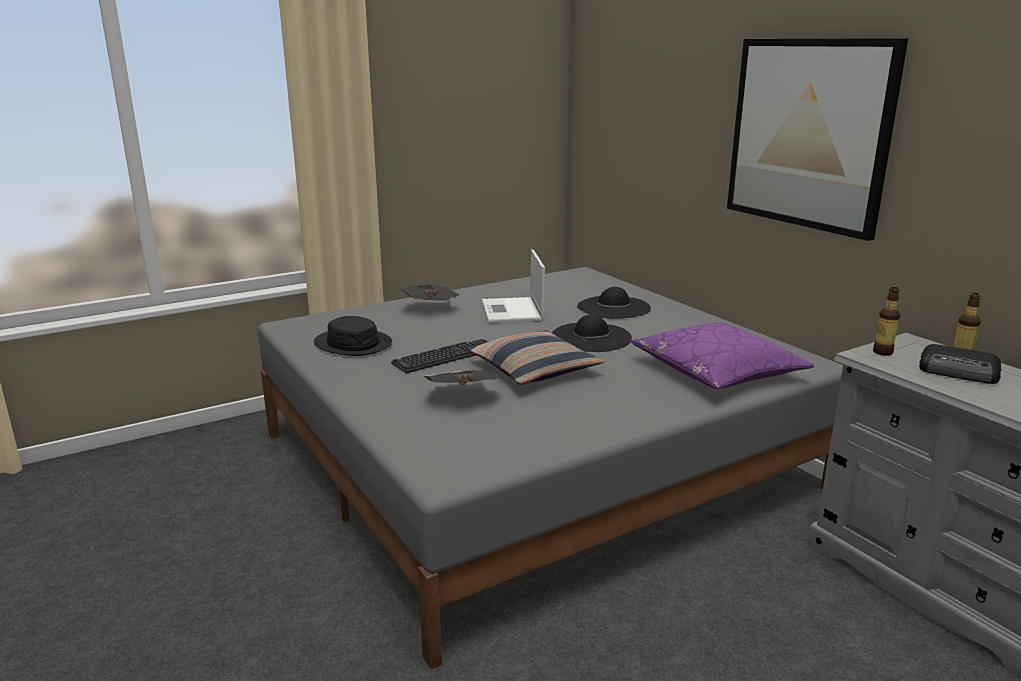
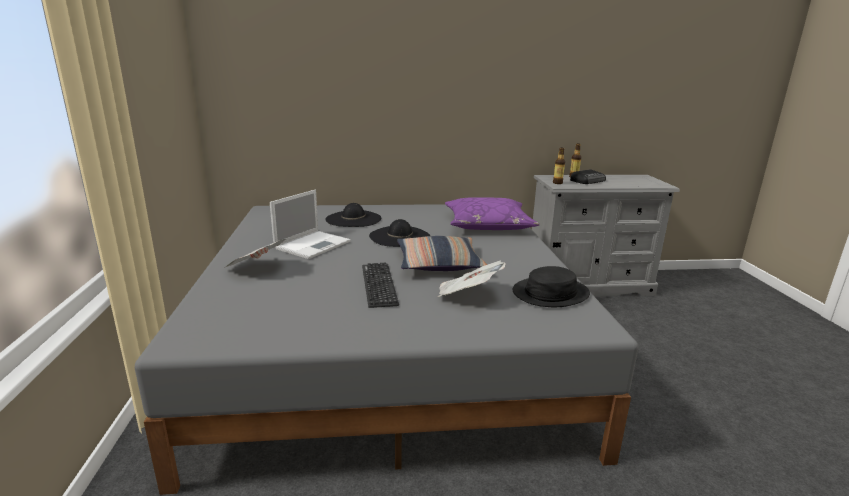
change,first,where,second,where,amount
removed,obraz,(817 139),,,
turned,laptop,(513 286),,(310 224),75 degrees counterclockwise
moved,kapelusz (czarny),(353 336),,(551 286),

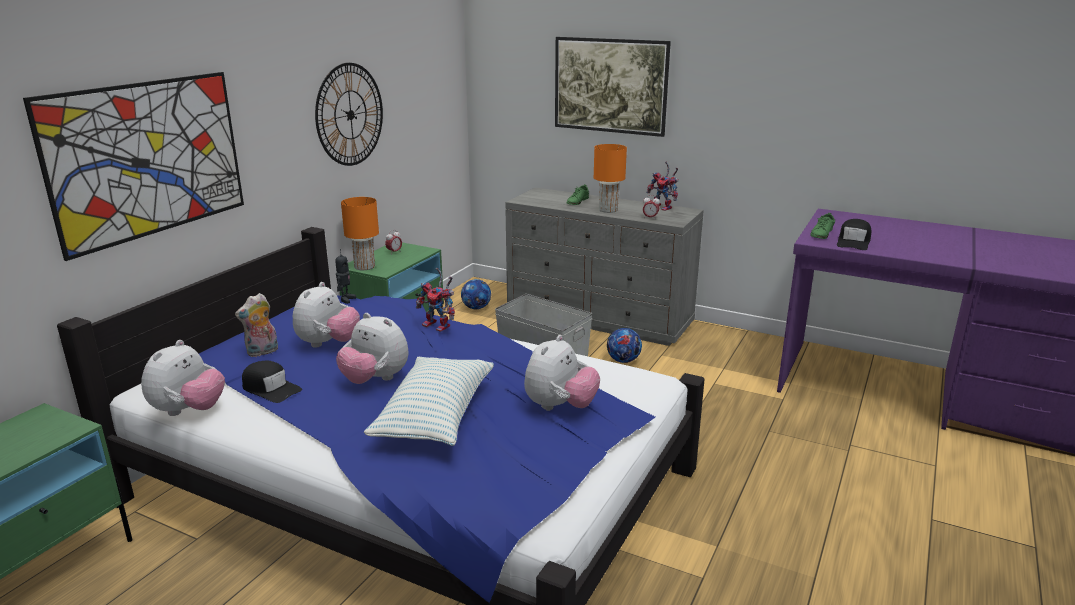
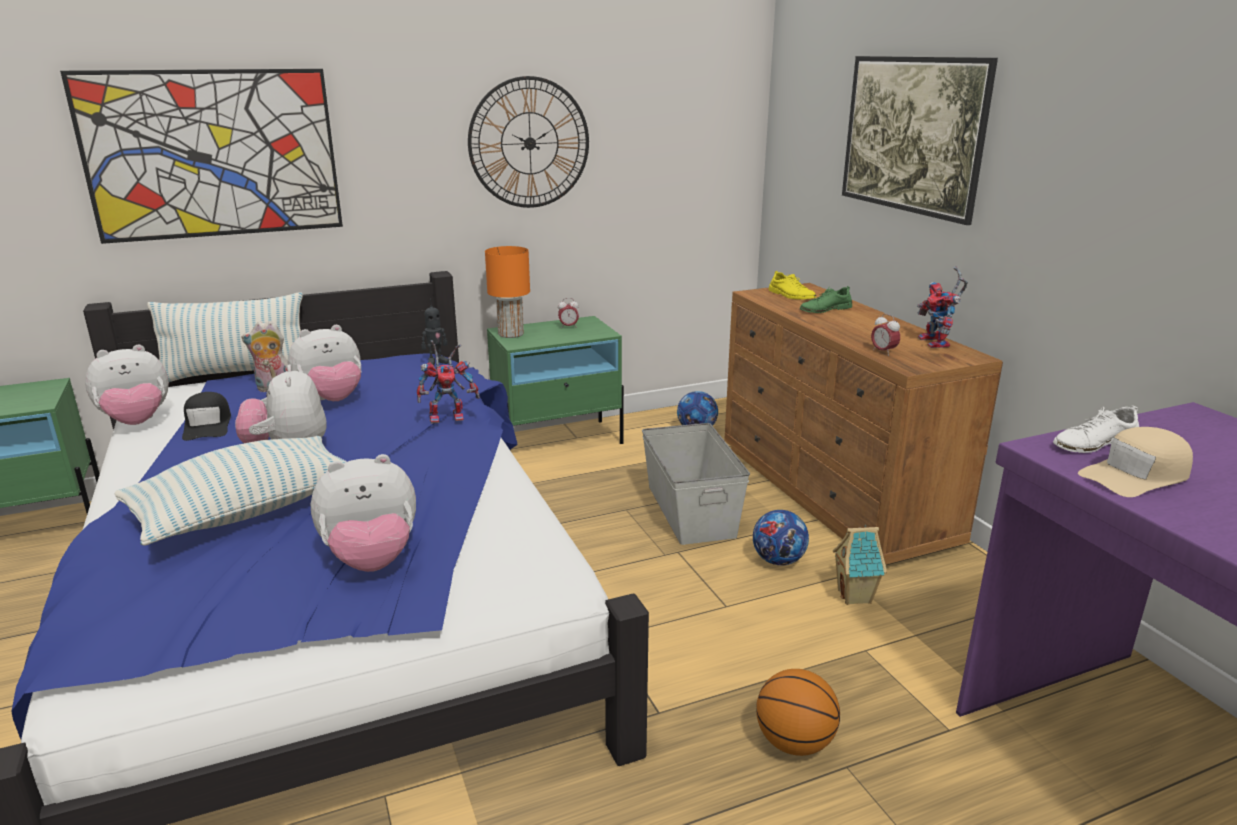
change,first,where,second,where,amount
removed,lampa stołowa (pomarańczowy),(610 178),,,
recoloured,komoda (szary),(604 267),komoda (brązowy),(863 424),
recoloured,but (zielony),(822 226),but (biały),(1096 429),
recoloured,czapka z daszkiem (czarny),(854 234),czapka z daszkiem (beżowy),(1135 462),
turned,robot zabawkowy,(435 299),,(448 382),90 degrees counterclockwise
added,,,but (żółty),(792 285),
added,,,poduszka,(225 337),
added,,,domek,(860 564),
added,,,piłka do koszykówki,(798 712),

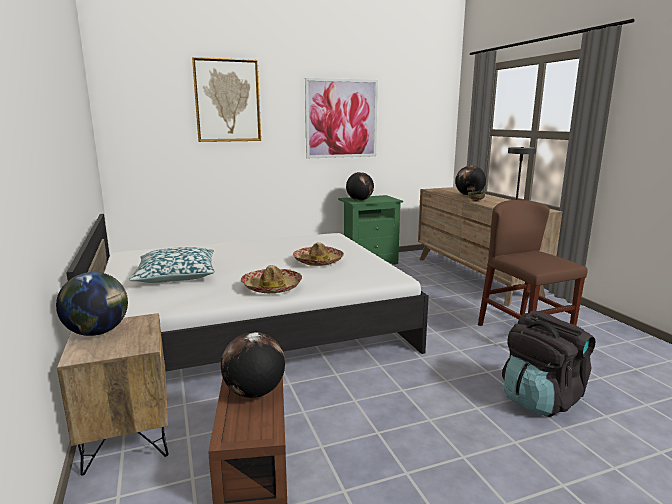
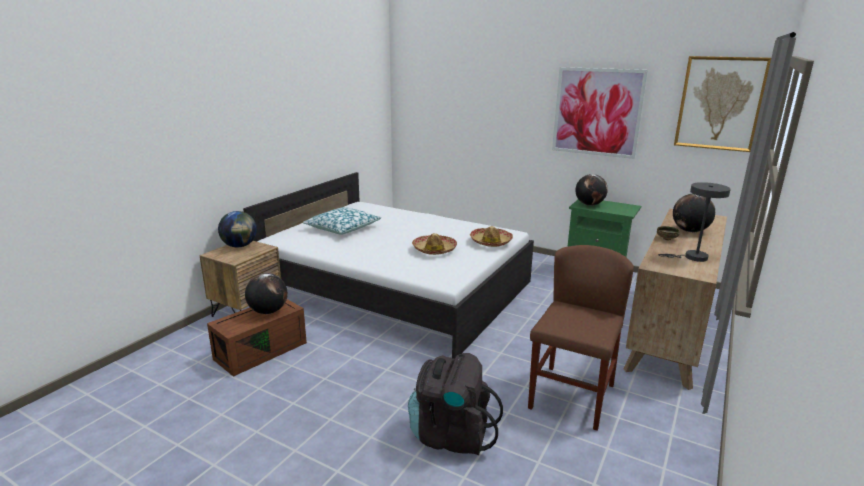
change,first,where,second,where,amount
moved,obraz,(226 99),,(722 104),
moved,kapelusz,(271 279),,(491 236),

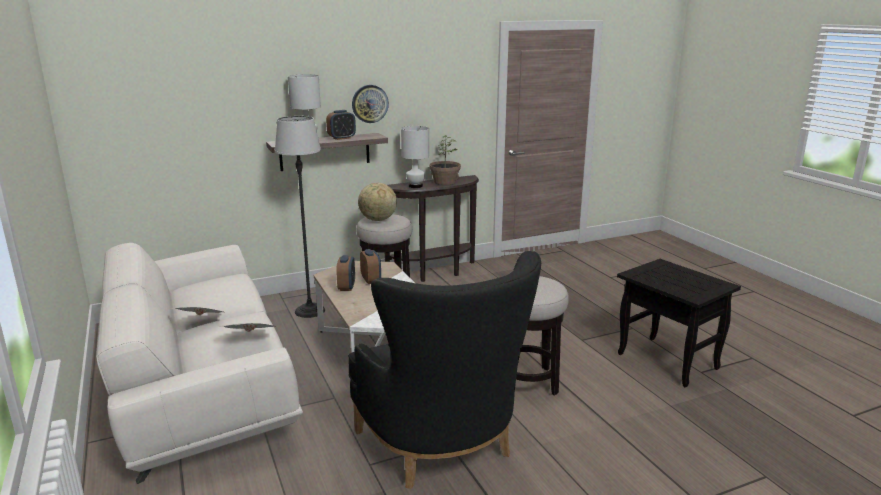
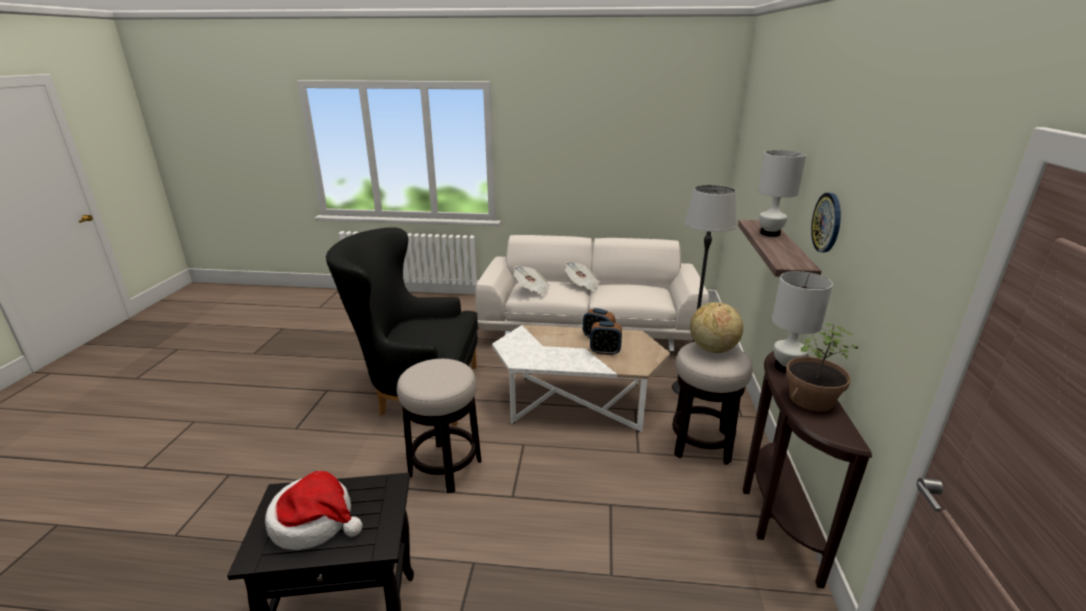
change,first,where,second,where,amount
removed,budzik,(341 125),,,
added,,,kapelusz,(314 510),

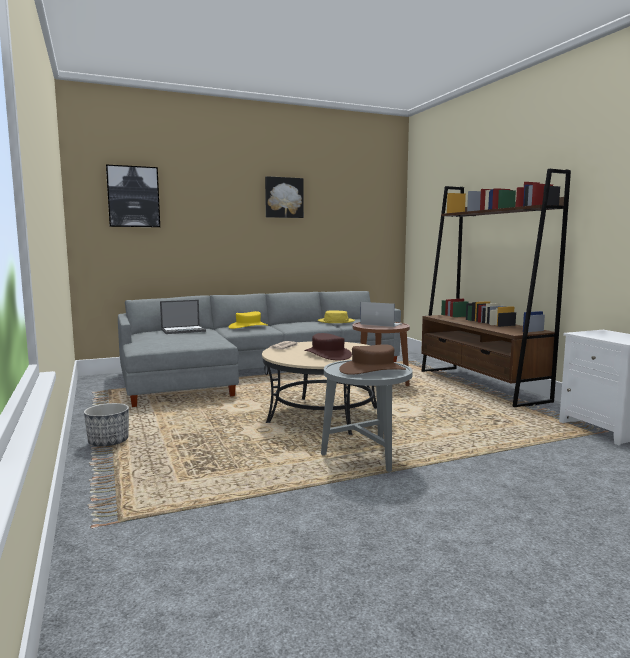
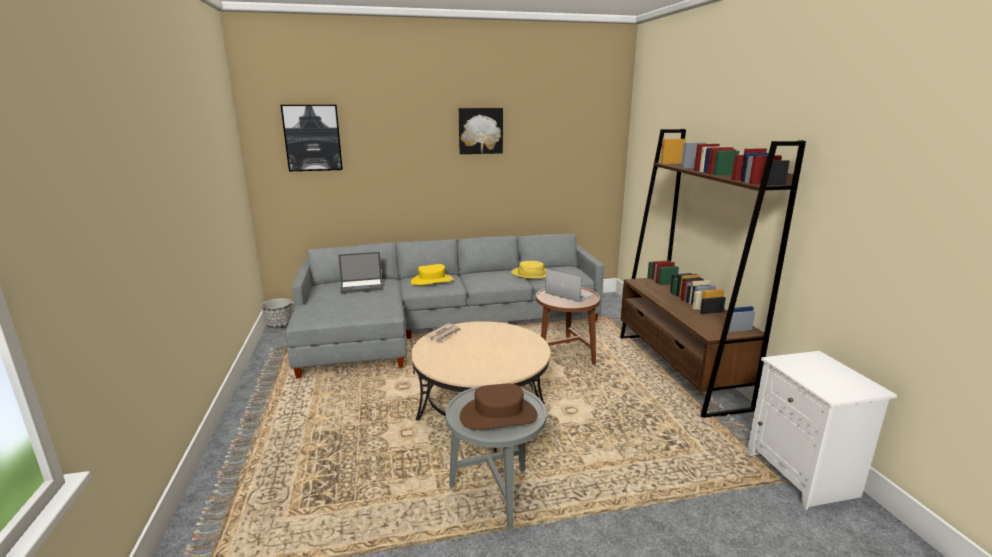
change,first,where,second,where,amount
removed,kapelusz (brązowy),(328 346),,,
moved,donica,(106 425),,(276 313),

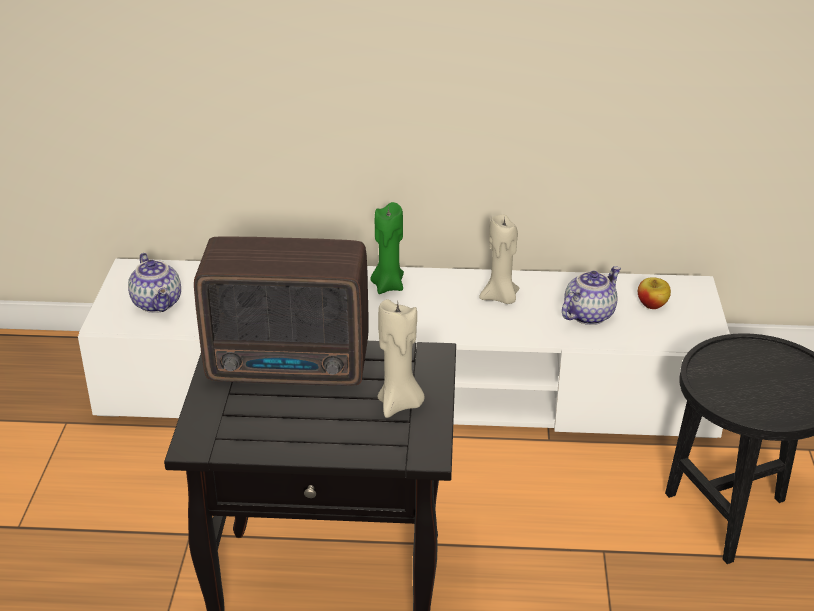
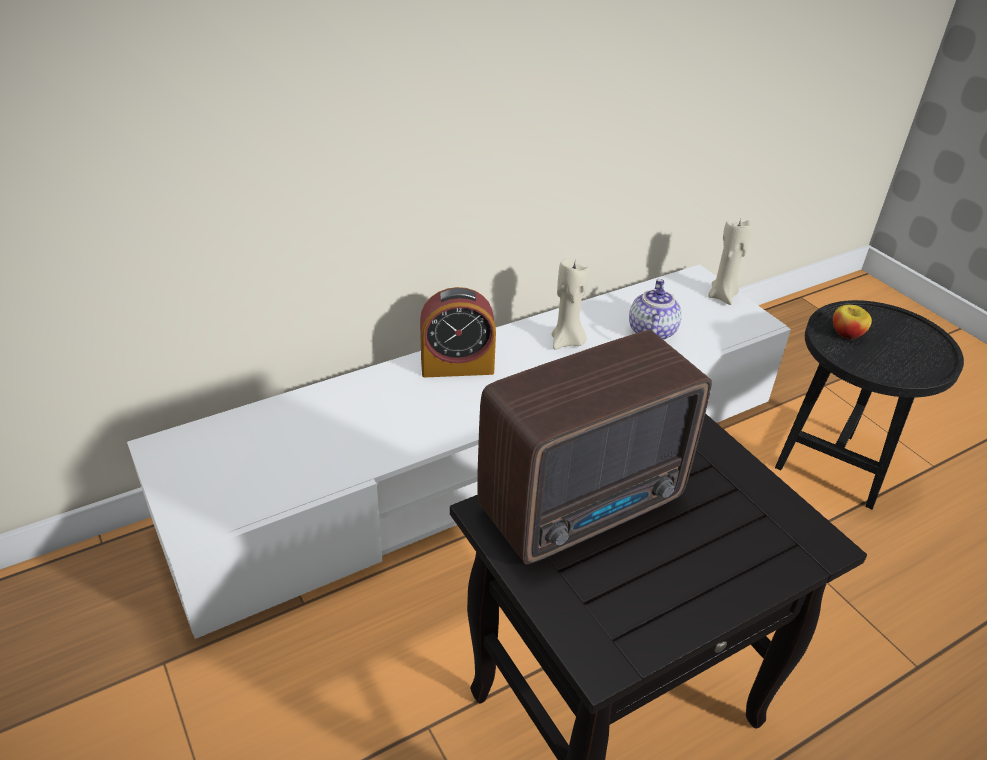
change,first,where,second,where,amount
replaced,świeca (zielony),(387 248),budzik,(458 332),
removed,imbryk,(154 283),,,
moved,jabłko,(654 293),,(852 322),
moved,świeca (beżowy),(401 358),,(730 262),

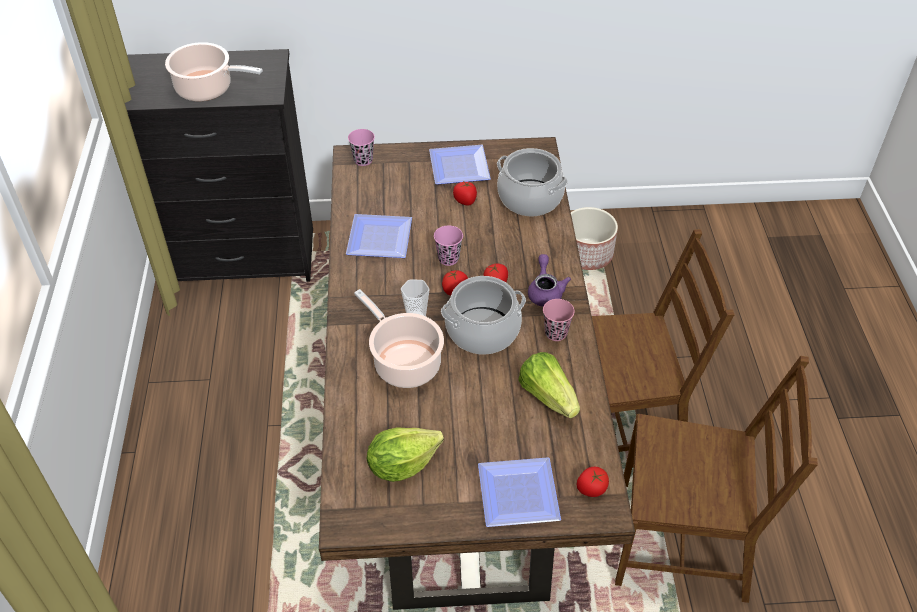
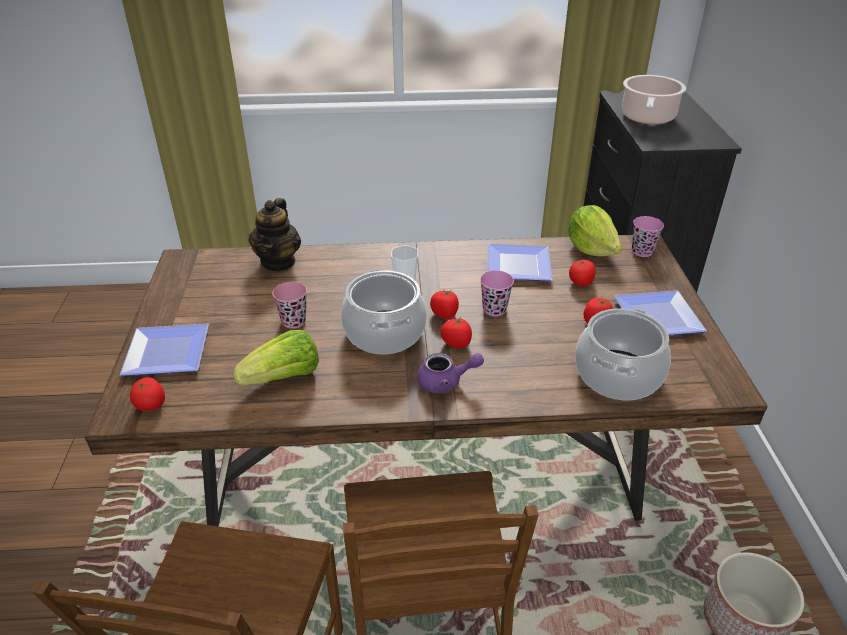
change,first,where,second,where,amount
removed,garnek,(399 338),,,
moved,filiżanka (różowy),(559 320),,(289 305),
moved,sałata,(405 454),,(595 230),
added,,,imbryk,(275 234),
added,,,pomidor,(582 272),

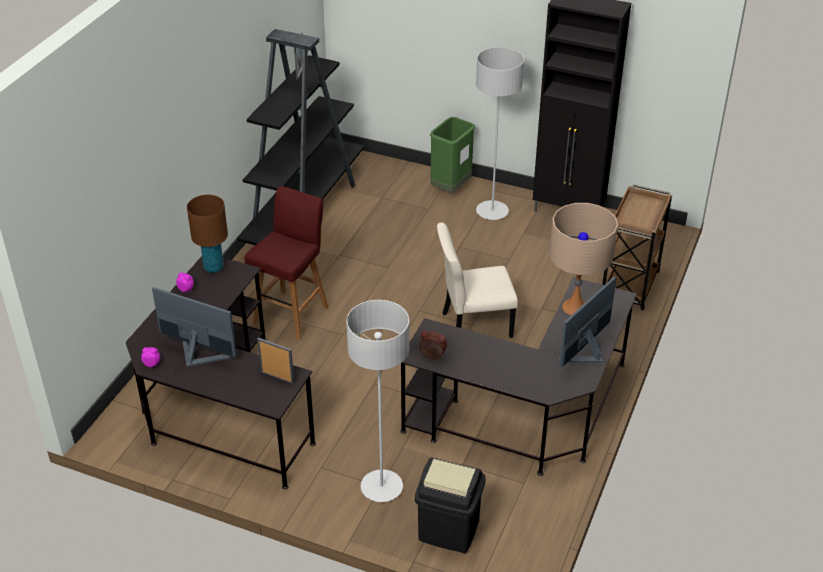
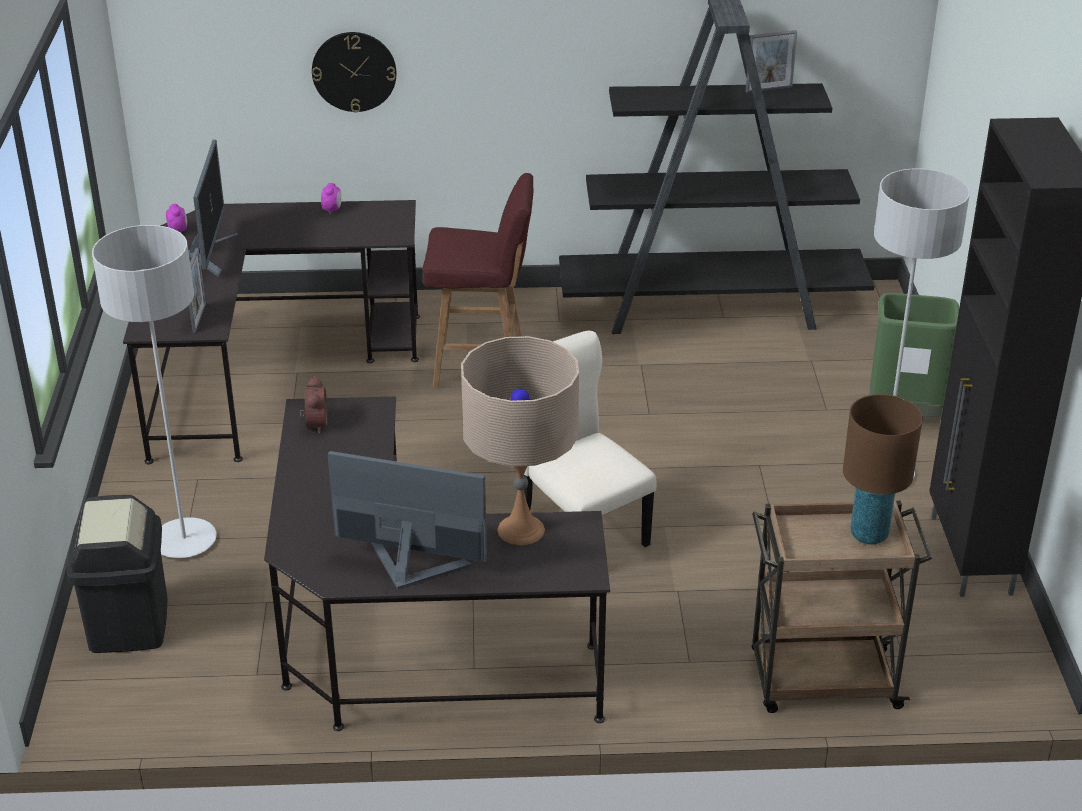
change,first,where,second,where,amount
moved,lampa stołowa (brązowy),(207 234),,(883 469),
added,,,zegar ścienny,(354 72),

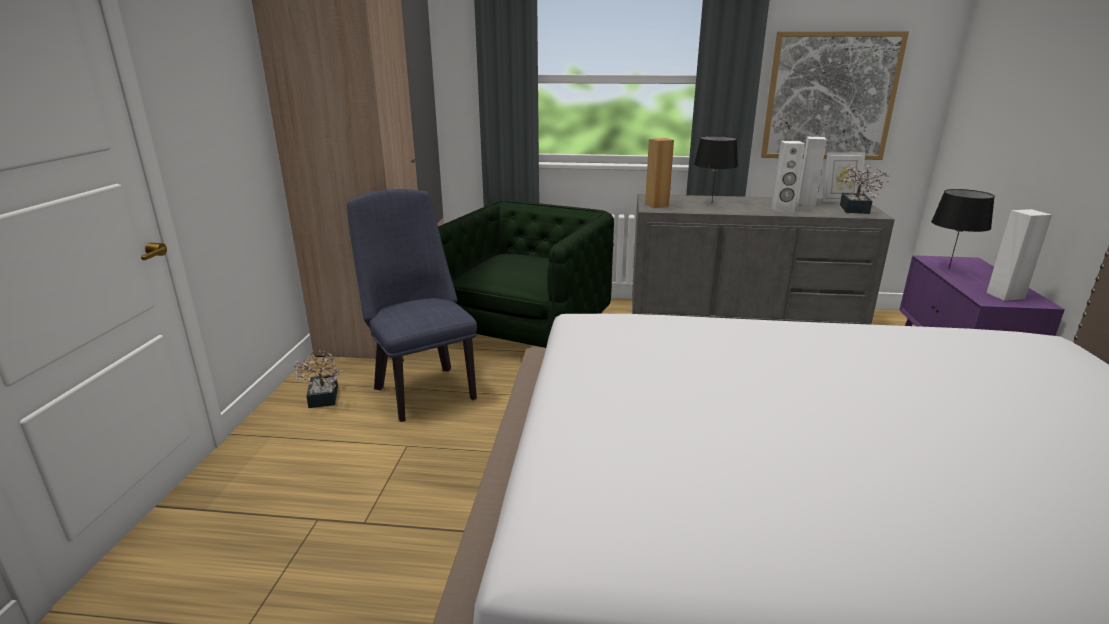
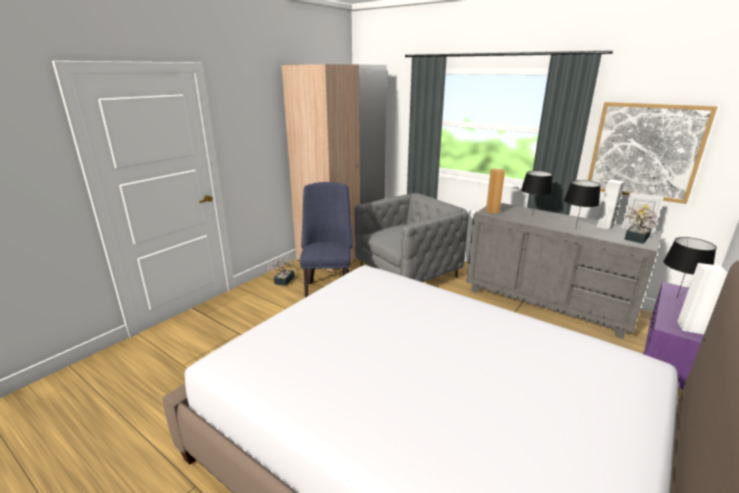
change,first,where,second,where,amount
replaced,głośnik (biały),(788 177),lampa stołowa (czarny),(582 203),
recoloured,fotel (zielony),(526 274),fotel (szary),(412 237),

